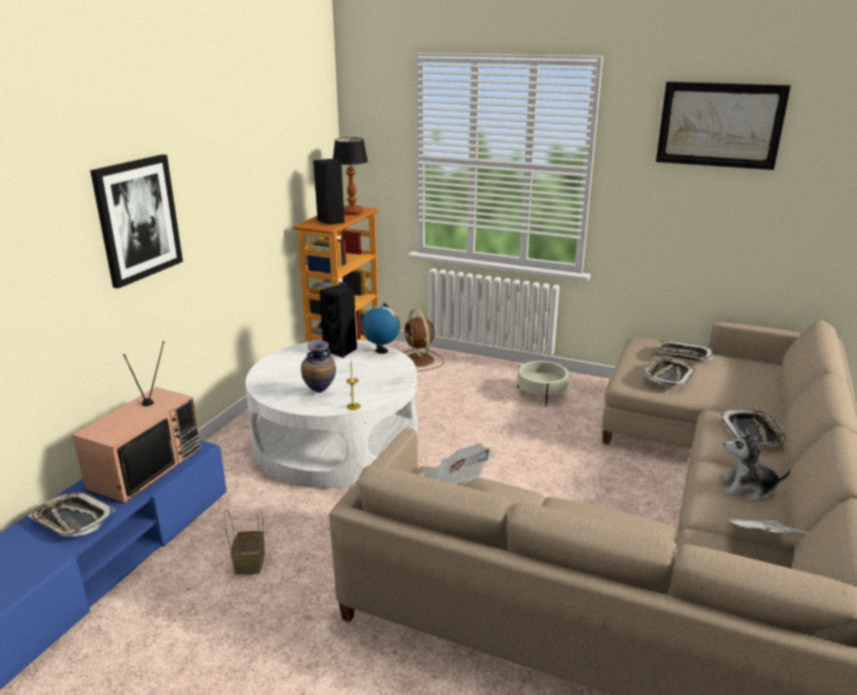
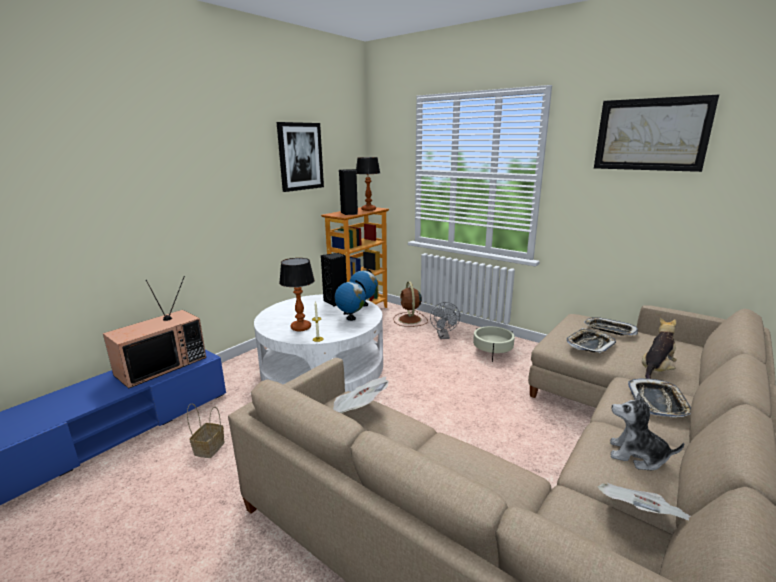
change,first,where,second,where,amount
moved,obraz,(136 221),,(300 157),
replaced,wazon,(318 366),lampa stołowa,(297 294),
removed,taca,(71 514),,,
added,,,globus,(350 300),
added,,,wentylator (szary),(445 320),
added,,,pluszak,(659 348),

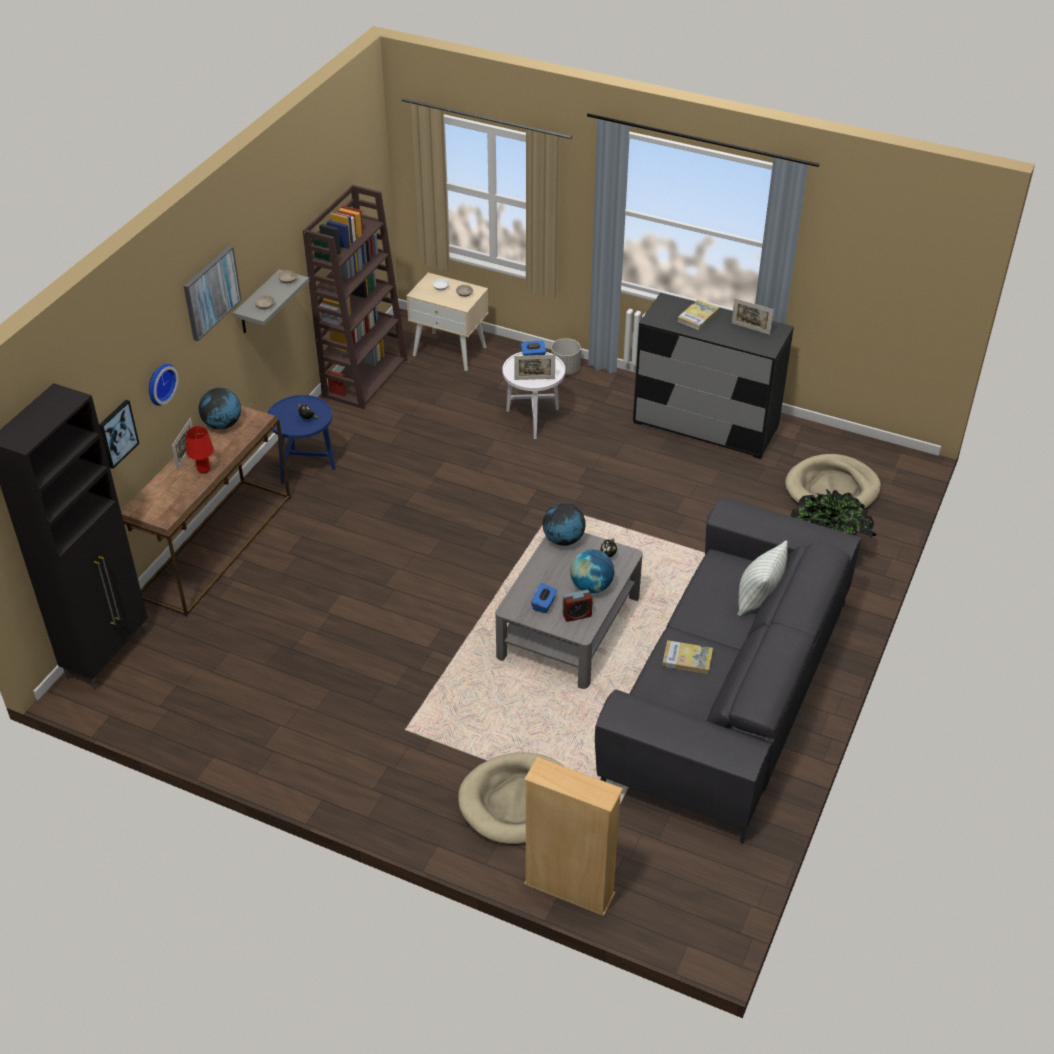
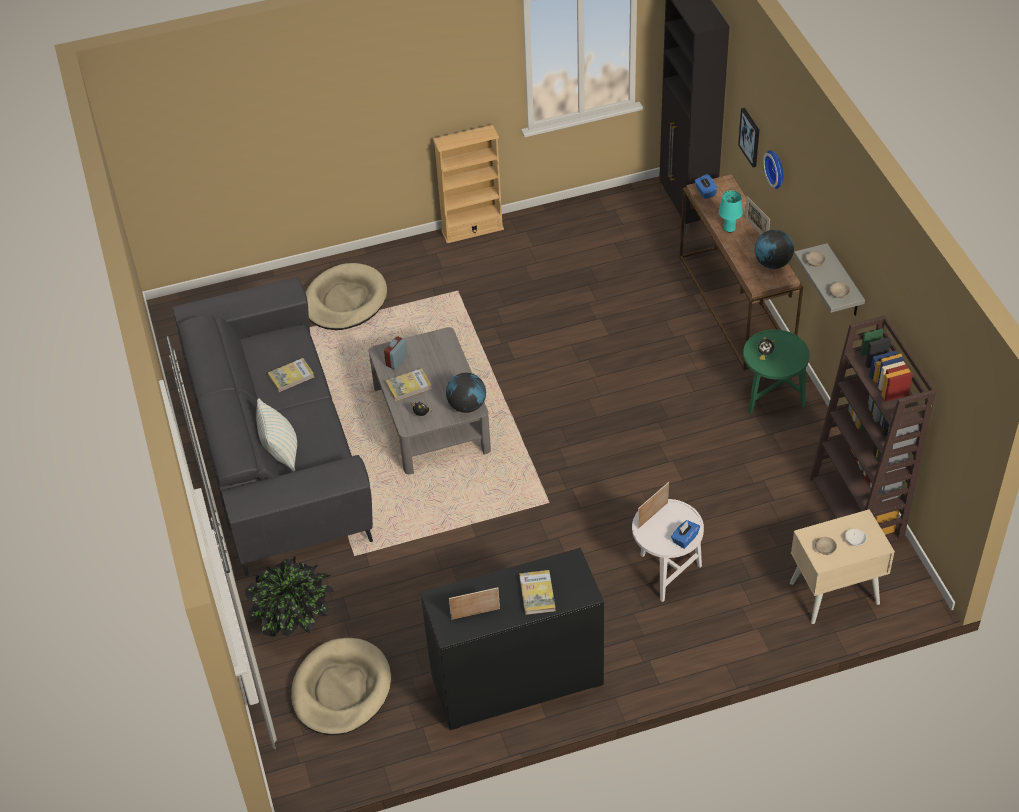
change,first,where,second,where,amount
removed,obraz,(213 293),,,
removed,donica (szary),(566 356),,,
recoloured,stolik (niebieski),(302 439),stolik (zielony),(776 371),
recoloured,lampa stołowa (czerwony),(200 450),lampa stołowa (turkusowy),(731 211),
replaced,globus,(592 571),książka,(409 384),
moved,pudełko chusteczek (niebieski),(544 598),,(706 186),
moved,regał (beżowy),(573 836),,(468 184),

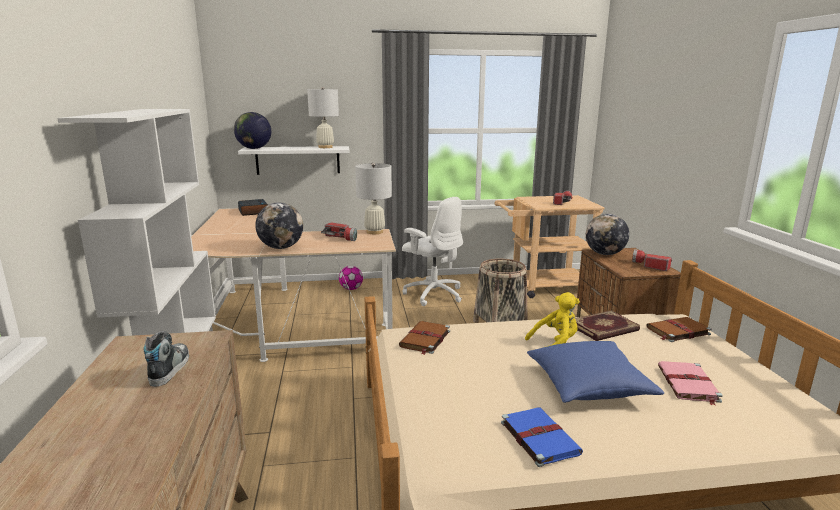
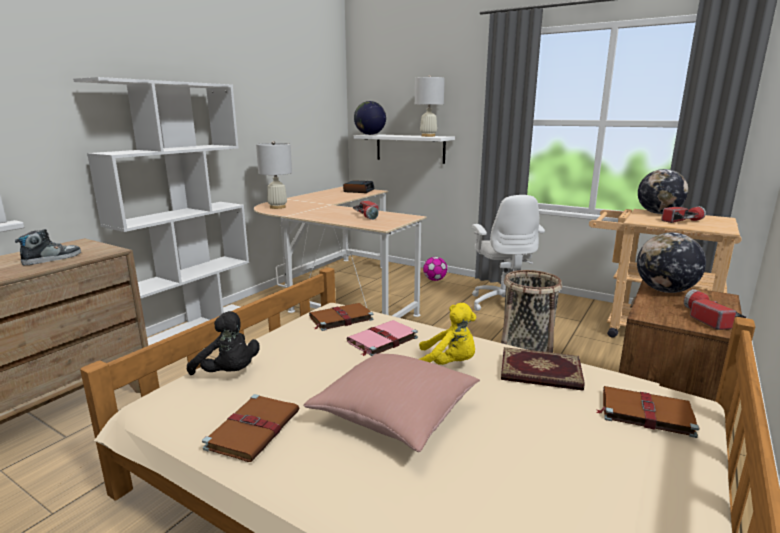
change,first,where,second,where,amount
moved,lampa stołowa (biały),(373 198),,(274 175),
moved,globus,(279 225),,(663 191),
recoloured,poduszka (niebieski),(595 372),poduszka (różowy),(391 403),
moved,książka (różowy),(690 383),,(382 338),
recoloured,książka (niebieski),(542 437),książka (brązowy),(250 428),
added,,,pluszak (czarny),(223 343),

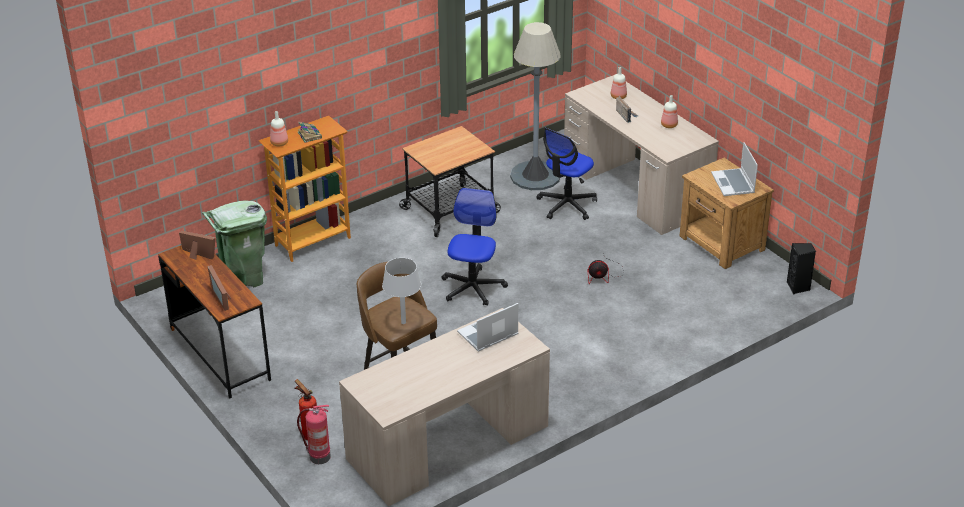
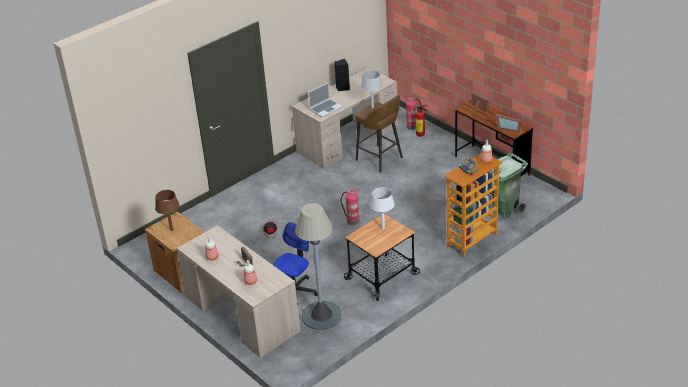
change,first,where,second,where,amount
replaced,laptop,(734 169),lampa stołowa (brązowy),(167 210),
replaced,krzesło biurowe,(475 247),gaśnica,(350 207),
moved,głośnik (czarny),(801 268),,(342 75),
added,,,lampa stołowa (biały),(382 208),

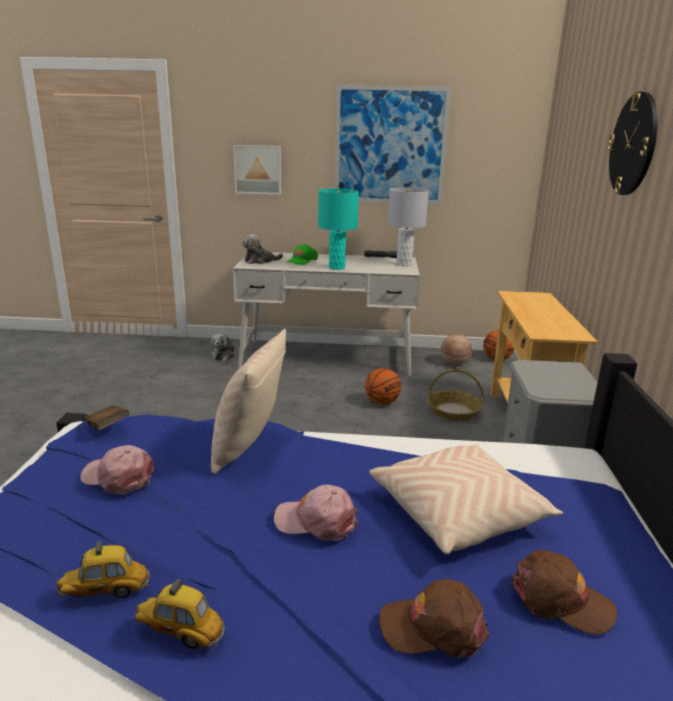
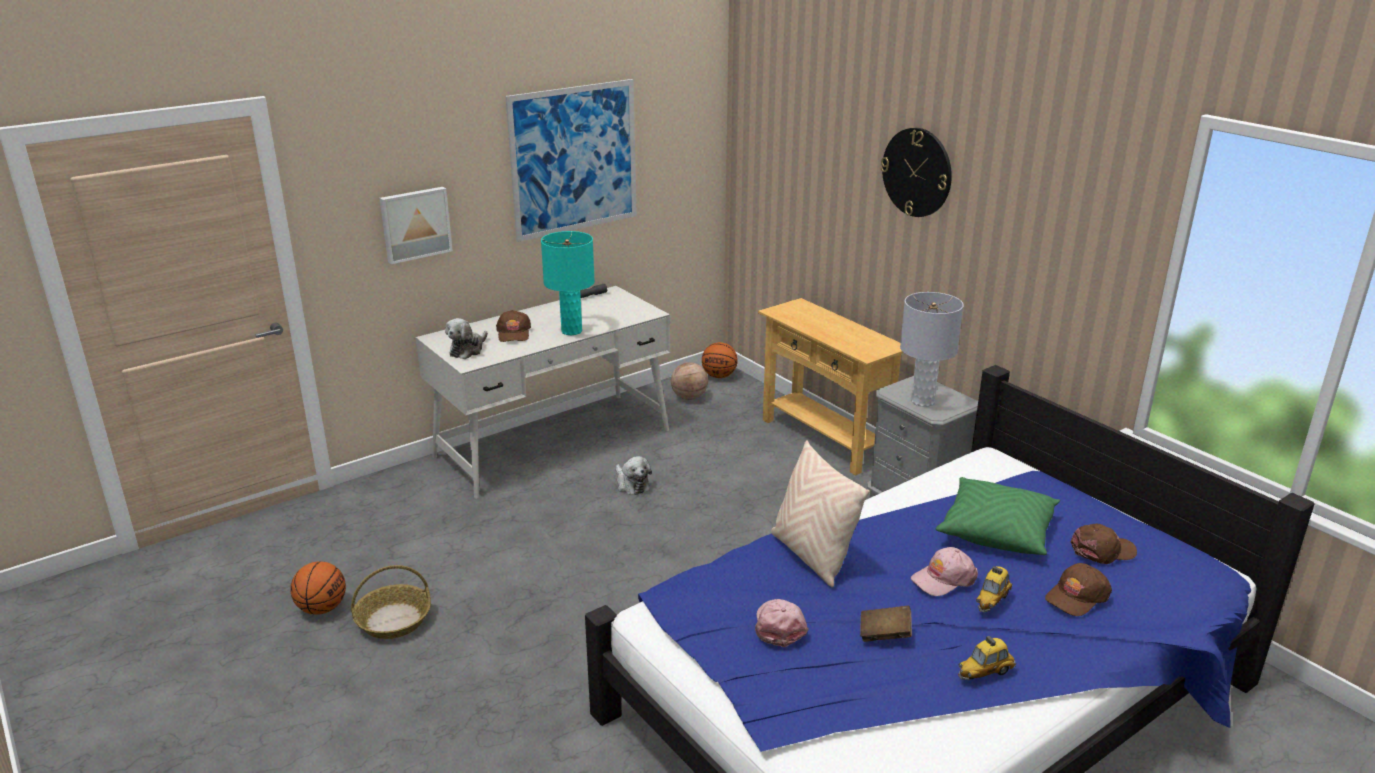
change,first,where,second,where,amount
moved,lampa stołowa (szary),(408 227),,(932 349),
recoloured,czapka z daszkiem (zielony),(302 254),czapka z daszkiem (brązowy),(513 326),
moved,pluszak,(223 347),,(634 475),
moved,piłka do koszykówki,(383 386),,(318 588),
moved,koszyk,(456 395),,(391 602),
moved,książka (brązowy),(106 417),,(886 624),
recoloured,poduszka (beżowy),(466 499),poduszka (zielony),(998 516),
turned,czapka z daszkiem (różowy),(117 469),,(782 623),105 degrees clockwise
moved,samochodzik,(103 569),,(994 589),

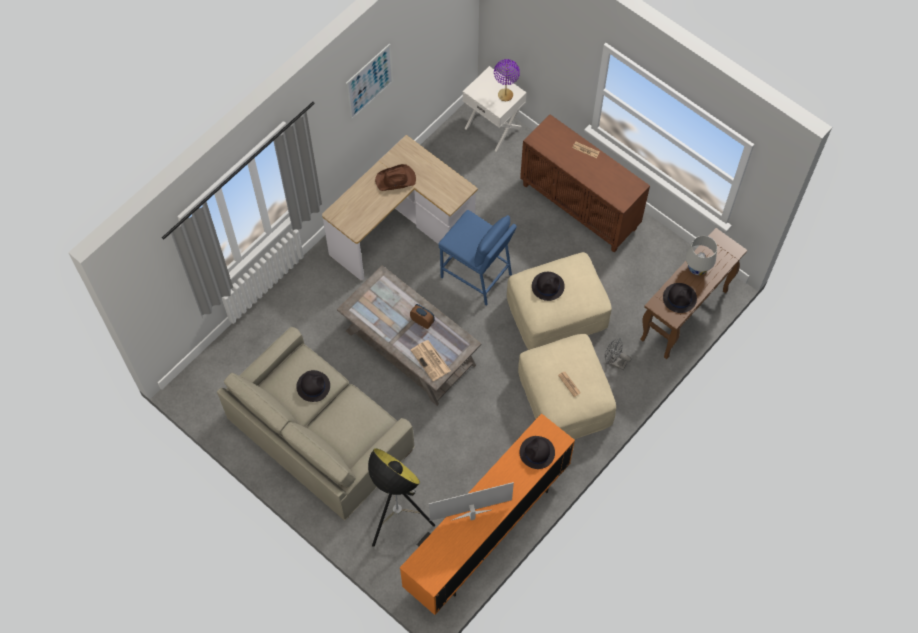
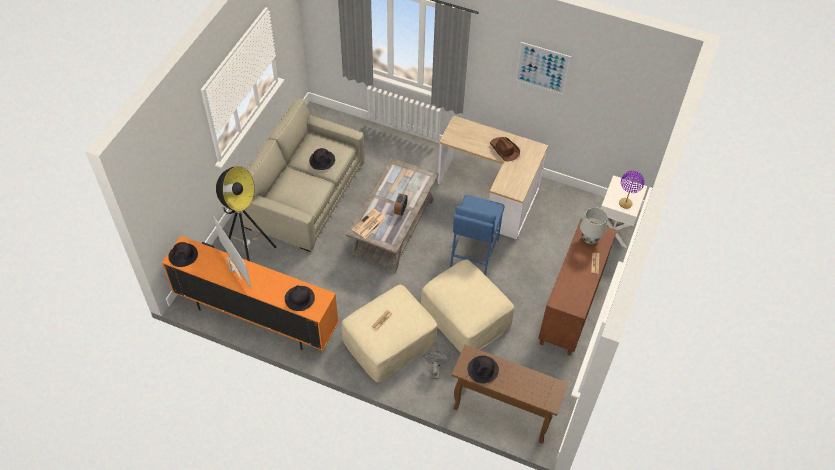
change,first,where,second,where,amount
moved,lampa stołowa (biały),(701 255),,(594 225),
moved,kapelusz (czarny),(548 286),,(183 254),

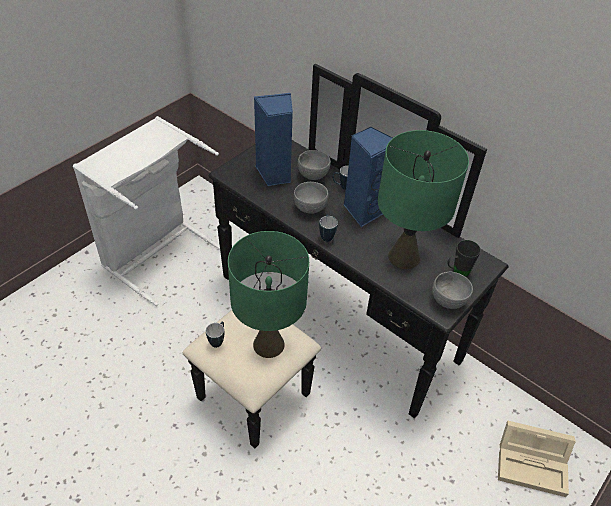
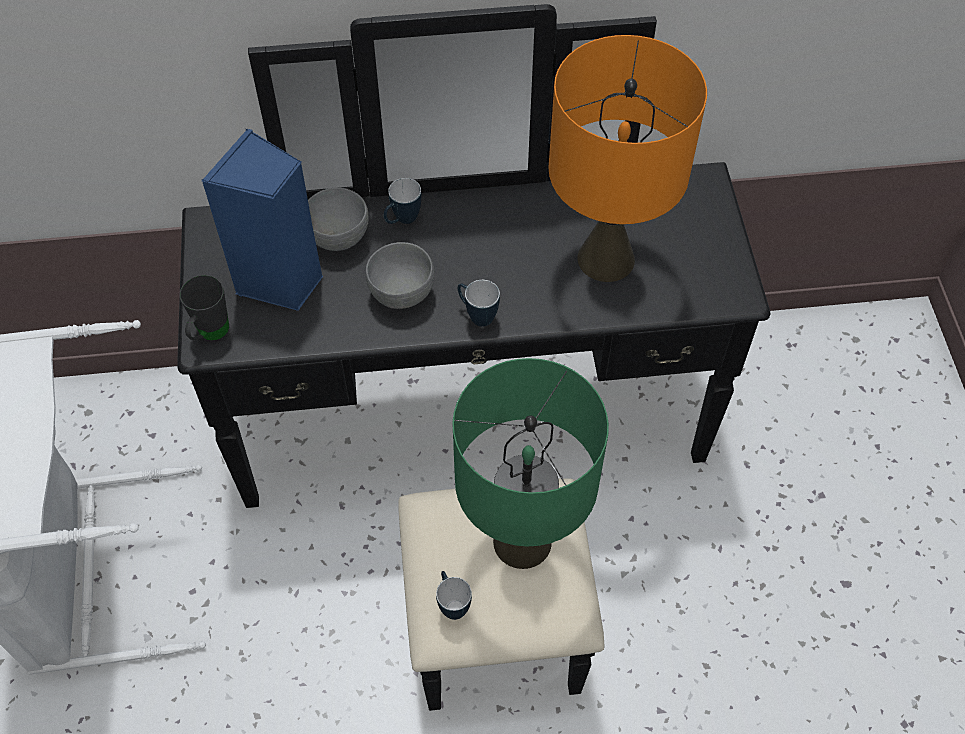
change,first,where,second,where,amount
removed,głośnik (niebieski),(368 177),,,
recoloured,lampa stołowa (zielony),(423 199),lampa stołowa (pomarańczowy),(627 158),
moved,kubek (czarny),(464 258),,(204 308),
removed,miska (szary),(452 290),,,
removed,pojemnik do przechowywania (beżowy),(537 458),,,

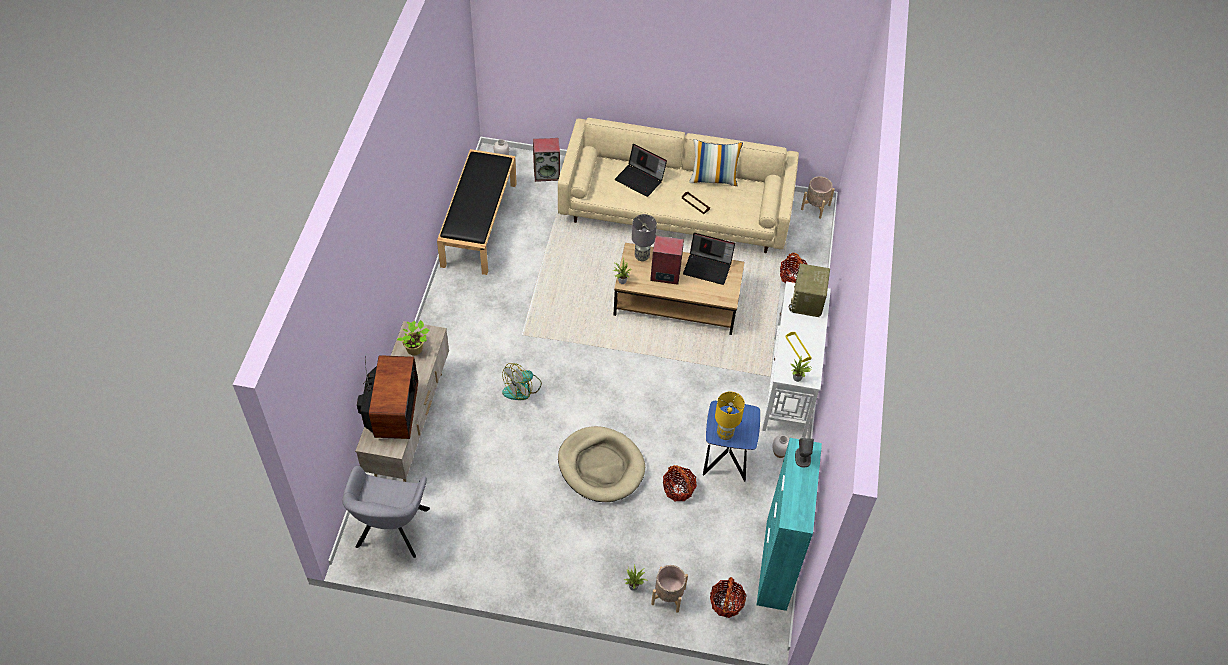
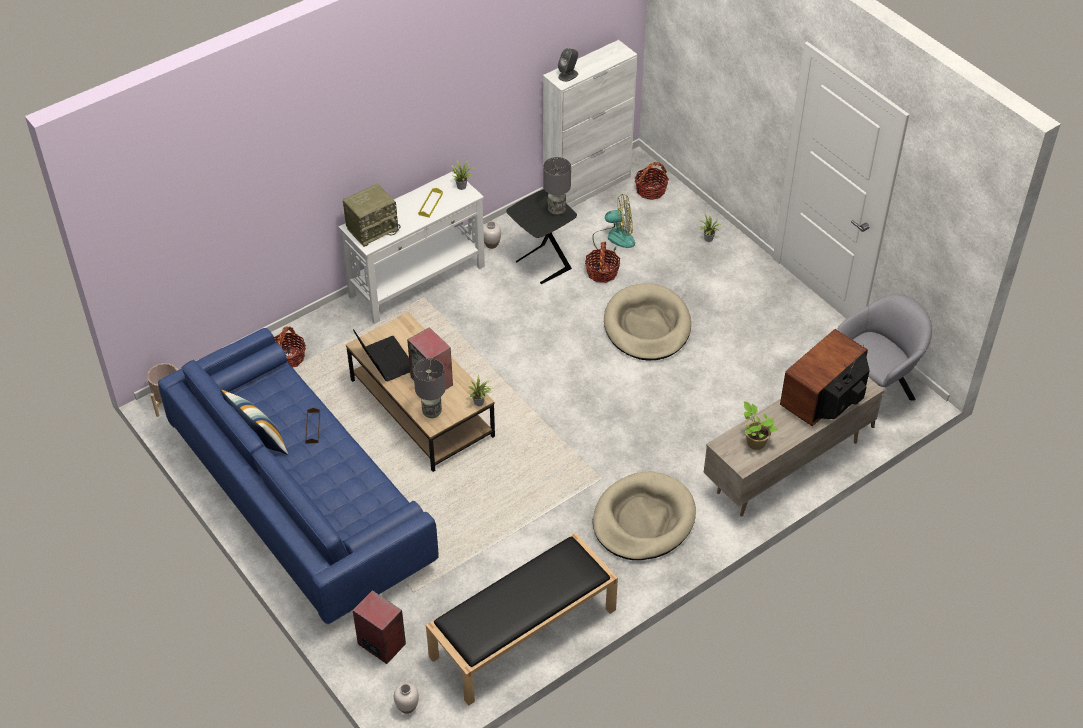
change,first,where,second,where,amount
recoloured,kanapa (beżowy),(678 185),kanapa (niebieski),(298 476),
removed,laptop,(641 170),,,
moved,wentylator,(522 381),,(613 225),
recoloured,lampa stołowa (żółty),(730 415),lampa stołowa (szary),(557 186),
recoloured,stolik (niebieski),(731 441),stolik (czarny),(541 236),
recoloured,szafka (turkusowy),(789 524),szafka (biały),(590 124),
removed,donica (beżowy),(669 589),,,
added,,,legowisko (beżowy),(644 516),

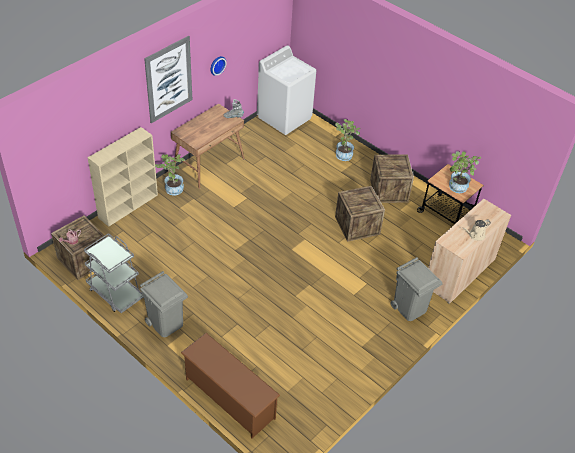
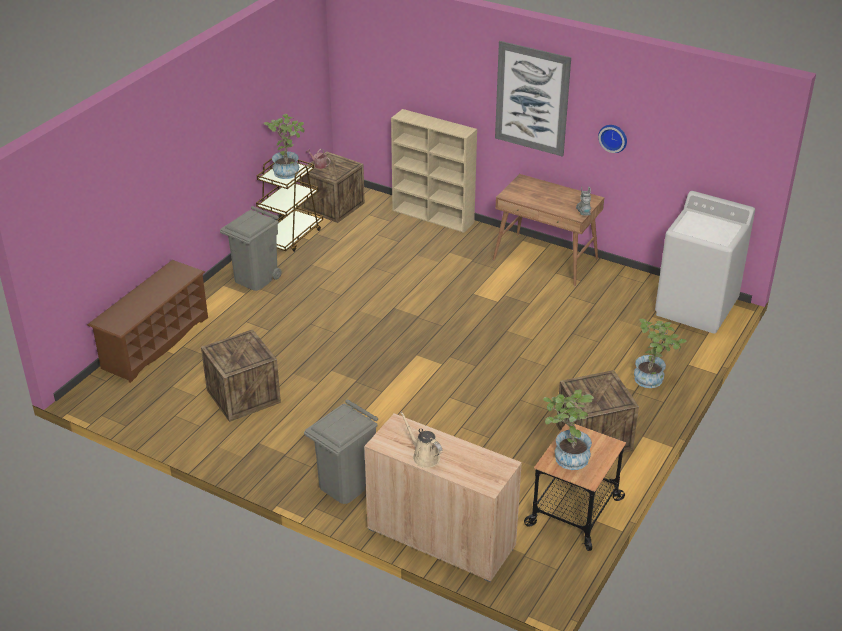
change,first,where,second,where,amount
moved,roślina doniczkowa,(170 174),,(284 146),
moved,skrzynka,(360 214),,(241 375),
recoloured,wózek (szary),(113 273),wózek (brązowy),(289 205),

